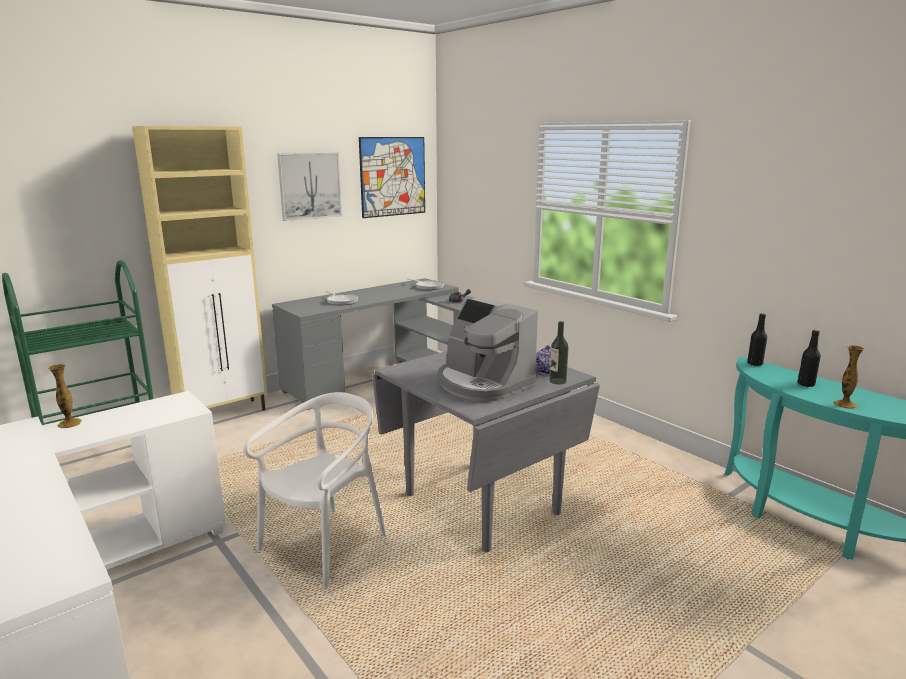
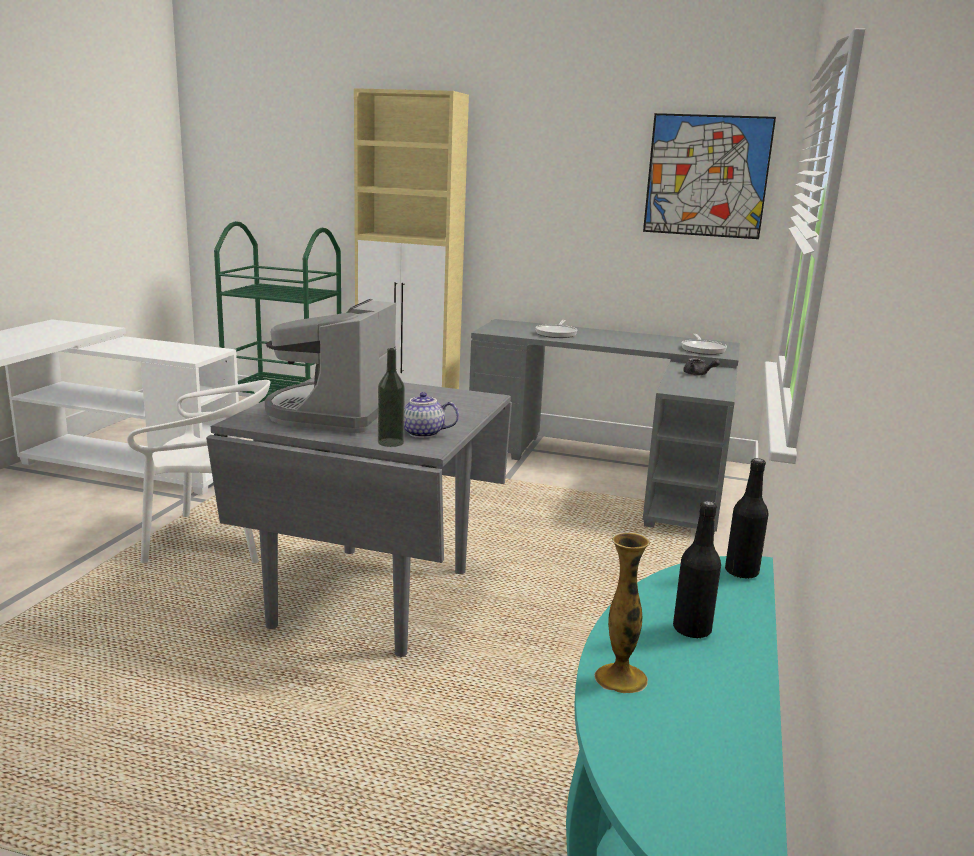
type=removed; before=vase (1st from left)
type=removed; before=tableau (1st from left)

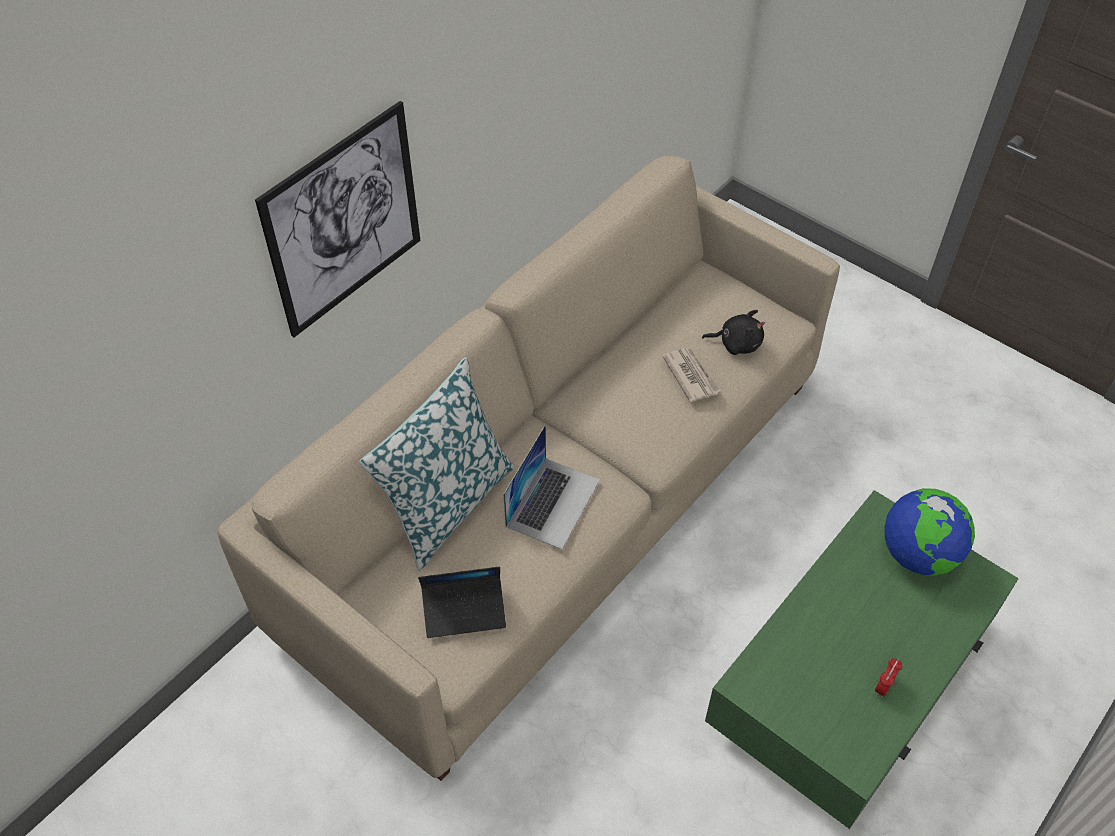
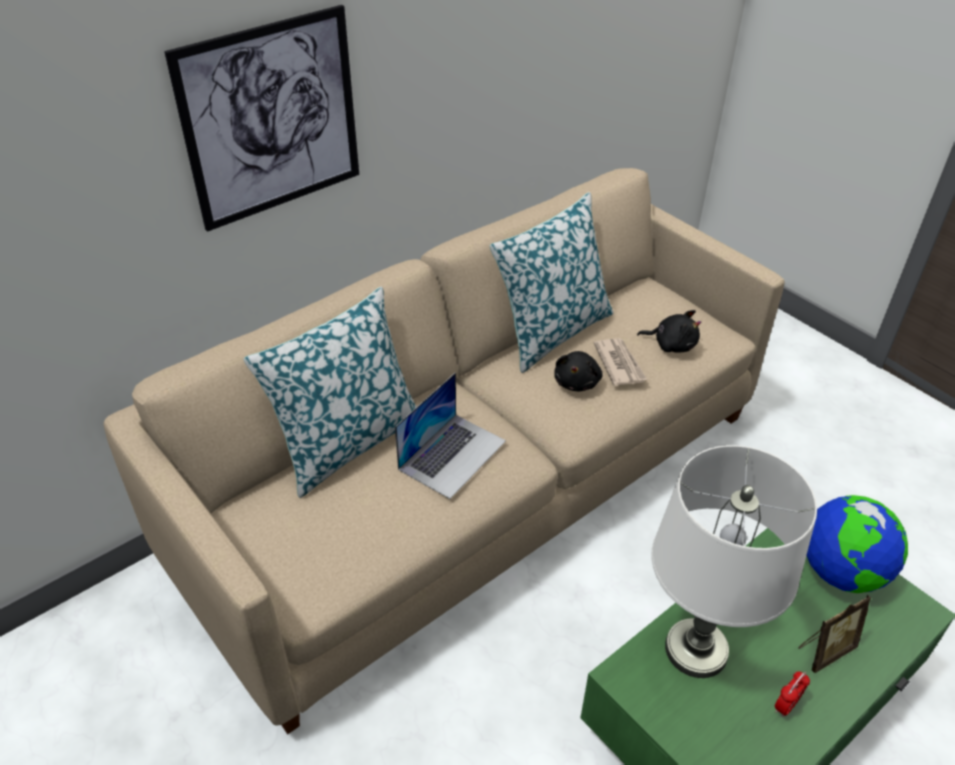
type=removed; before=ordinateur portable (1st from left)
type=added; after=coussin (2nd from left)
type=added; after=peluche (noir) (1st from left)
type=added; after=lampe de table (blanc)
type=added; after=cadre photo

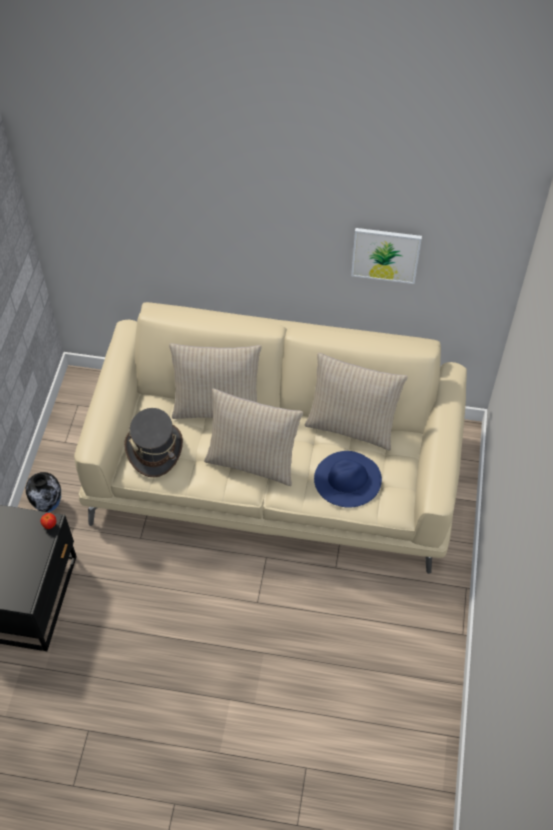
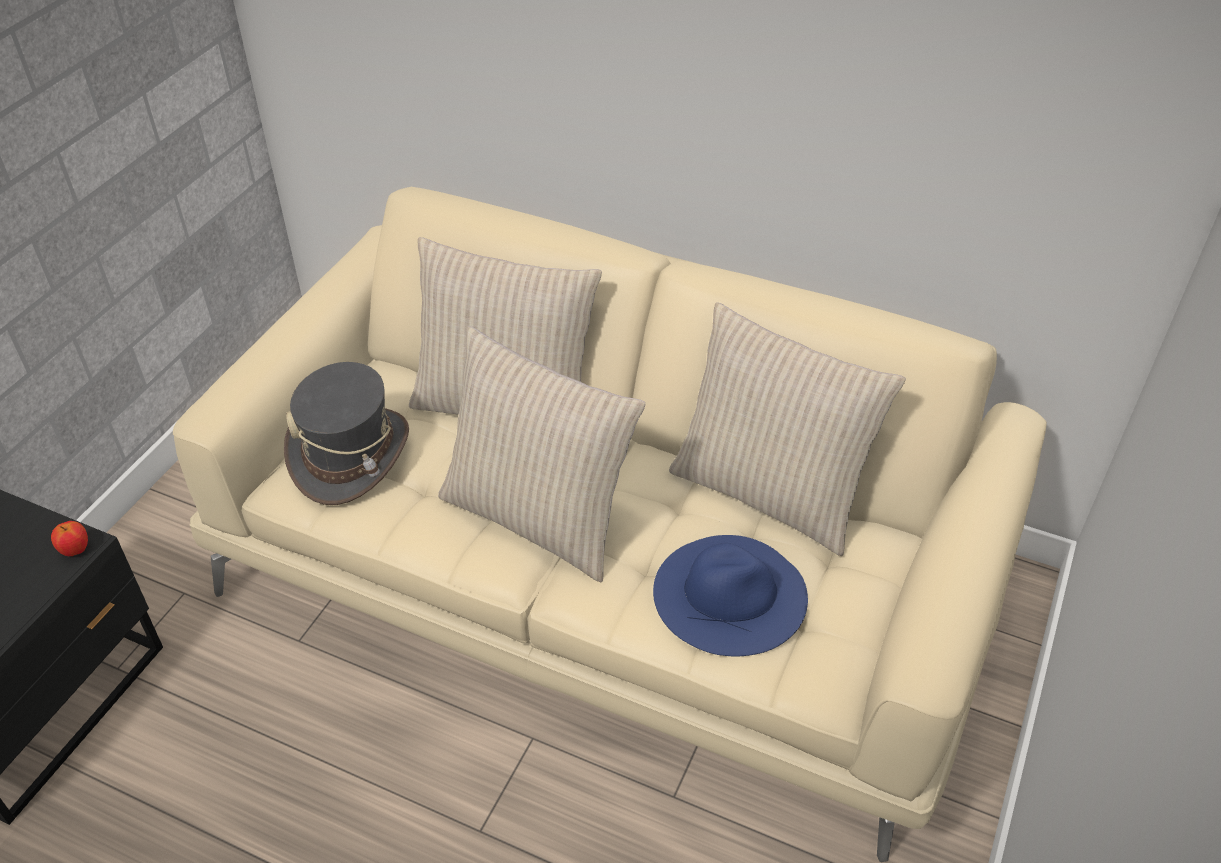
type=removed; before=vase
type=removed; before=tableau

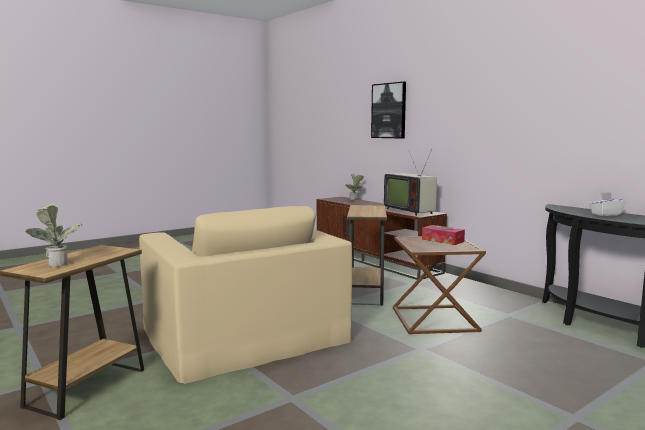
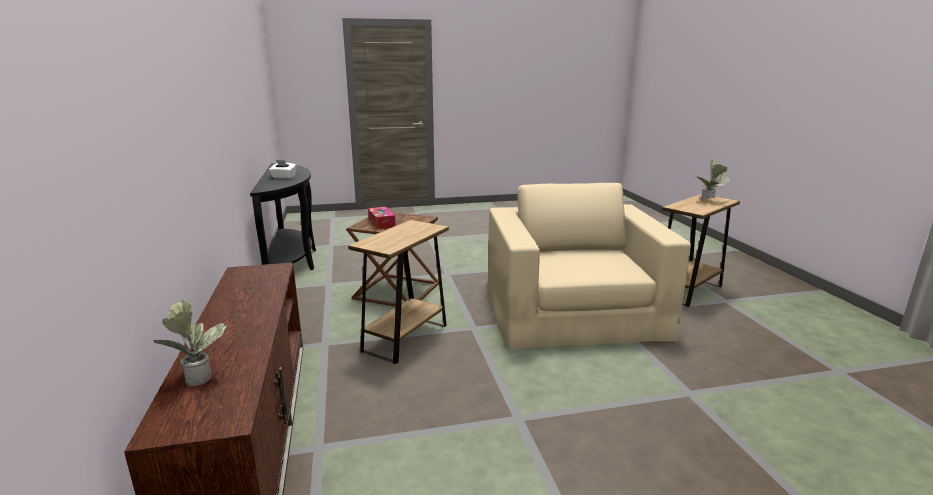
type=removed; before=tableau
type=removed; before=téléviseur

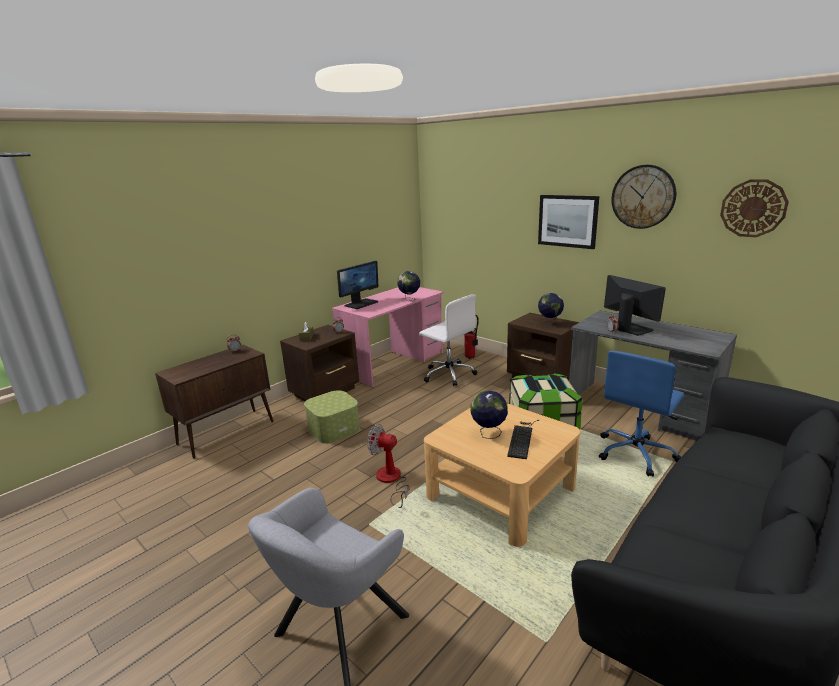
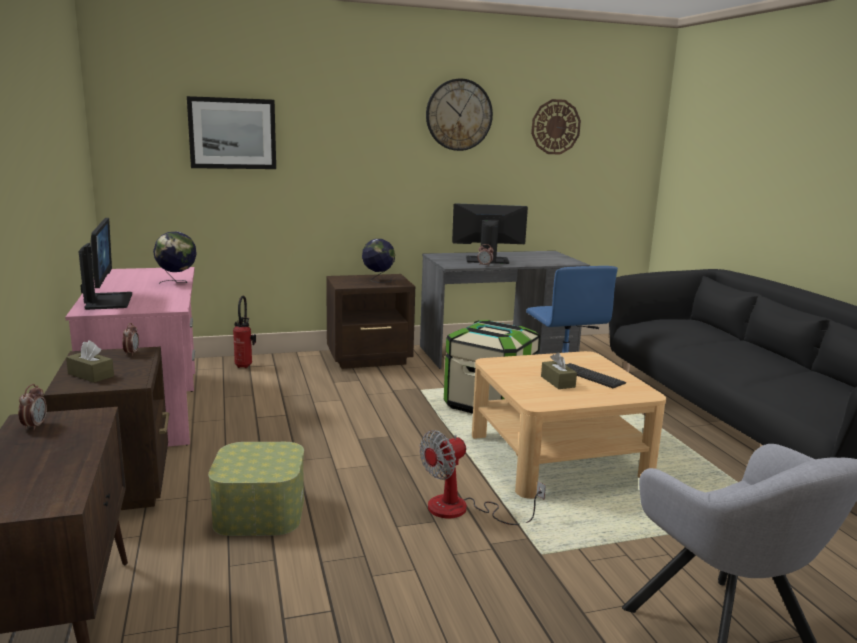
type=removed; before=chaise de bureau (blanc)
type=replaced; before=globe (2nd from left); after=boîte à mouchoirs (marron) (2nd from left)
type=moved; before=tableau

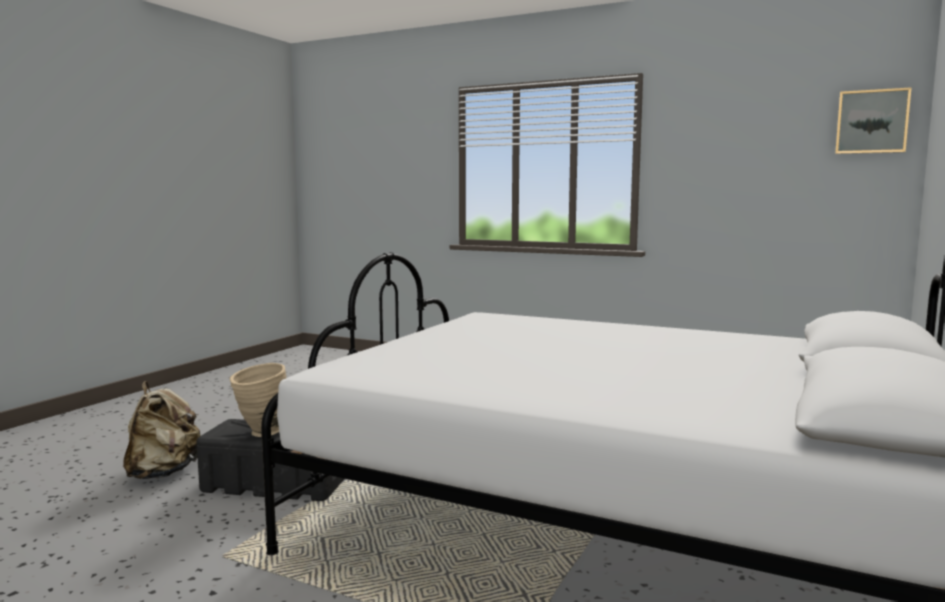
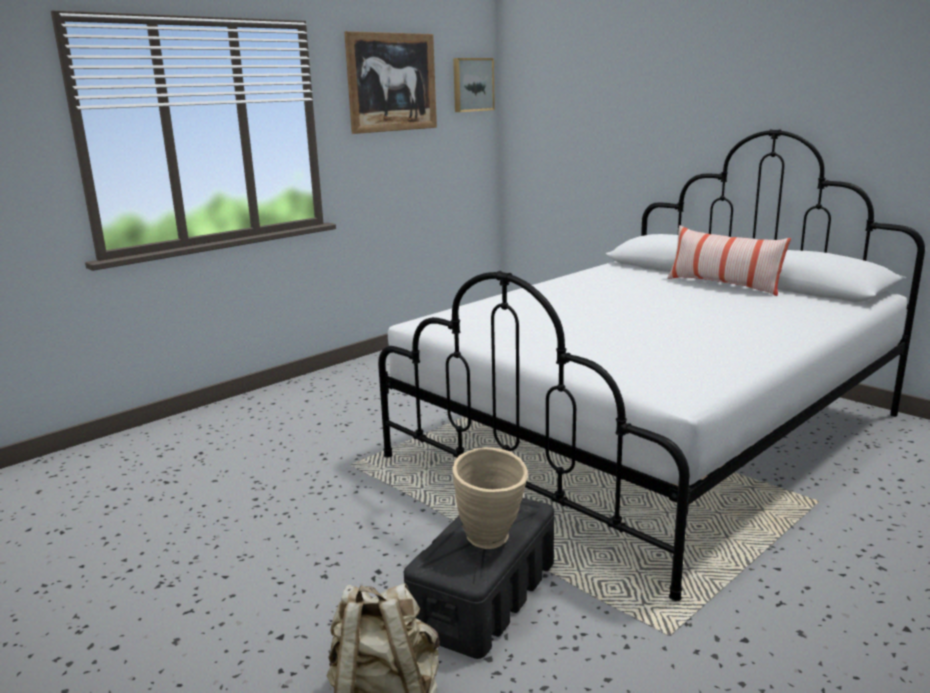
type=added; after=tableau (1st from left)
type=added; after=coussin

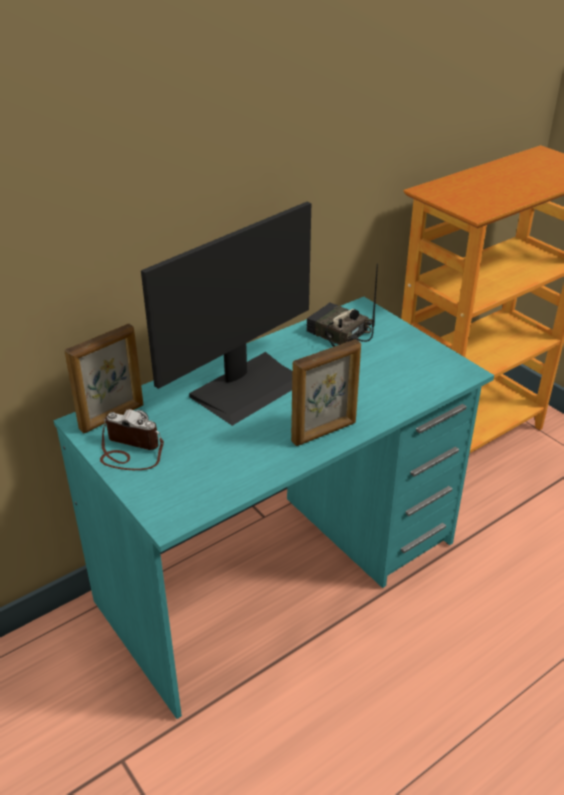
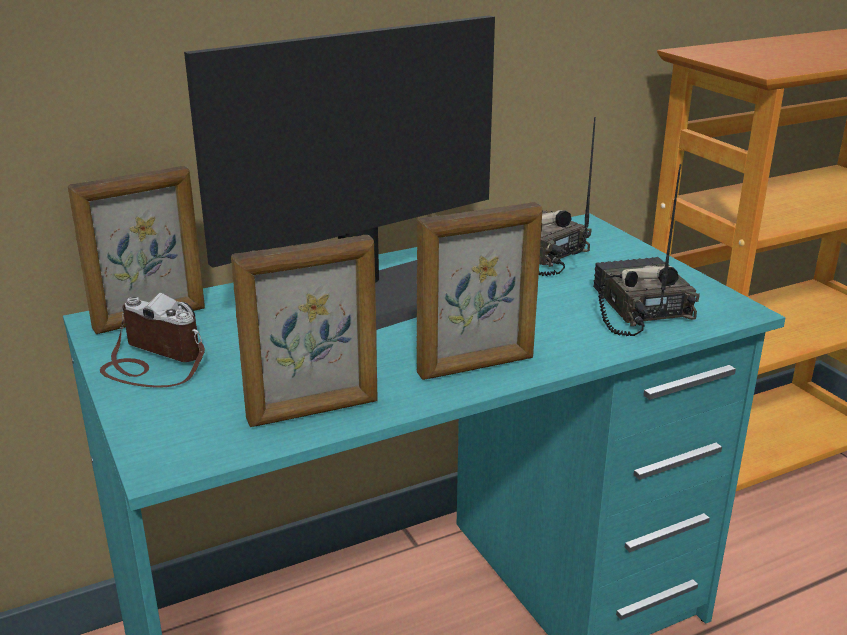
type=added; after=cadre photo (2nd from left)
type=added; after=radio (2nd from left)

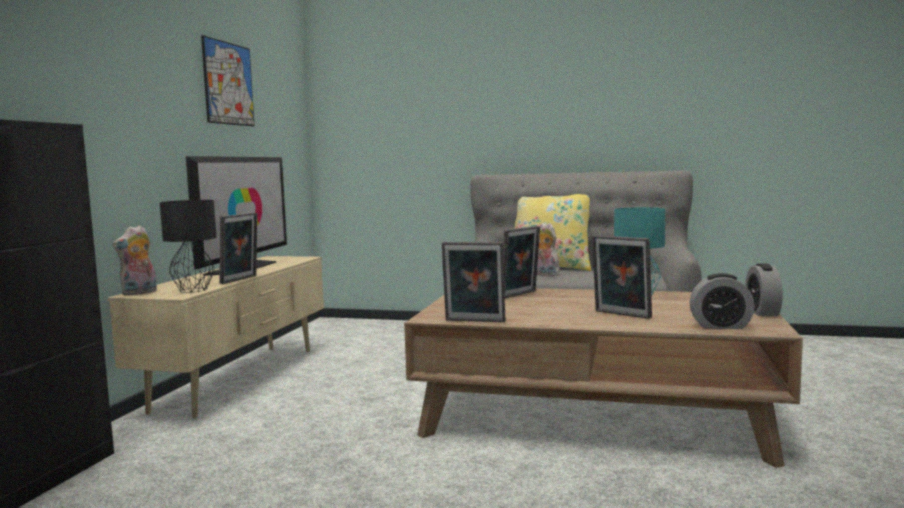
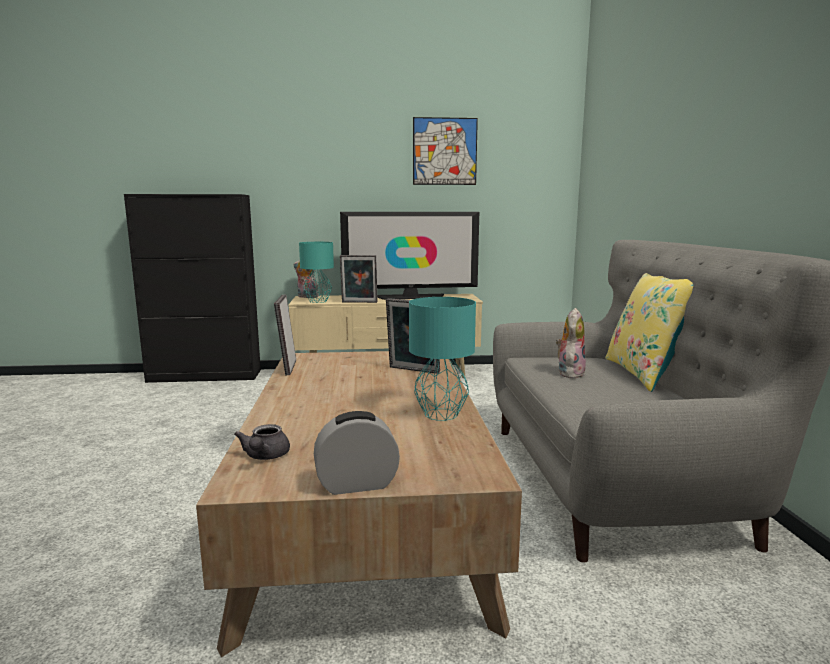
type=recoloured; before=lampe de table (noir); after=lampe de table (turquoise) (1st from left)
type=removed; before=cadre photo (4th from left)
type=replaced; before=réveil (1st from left); after=théière (gris)

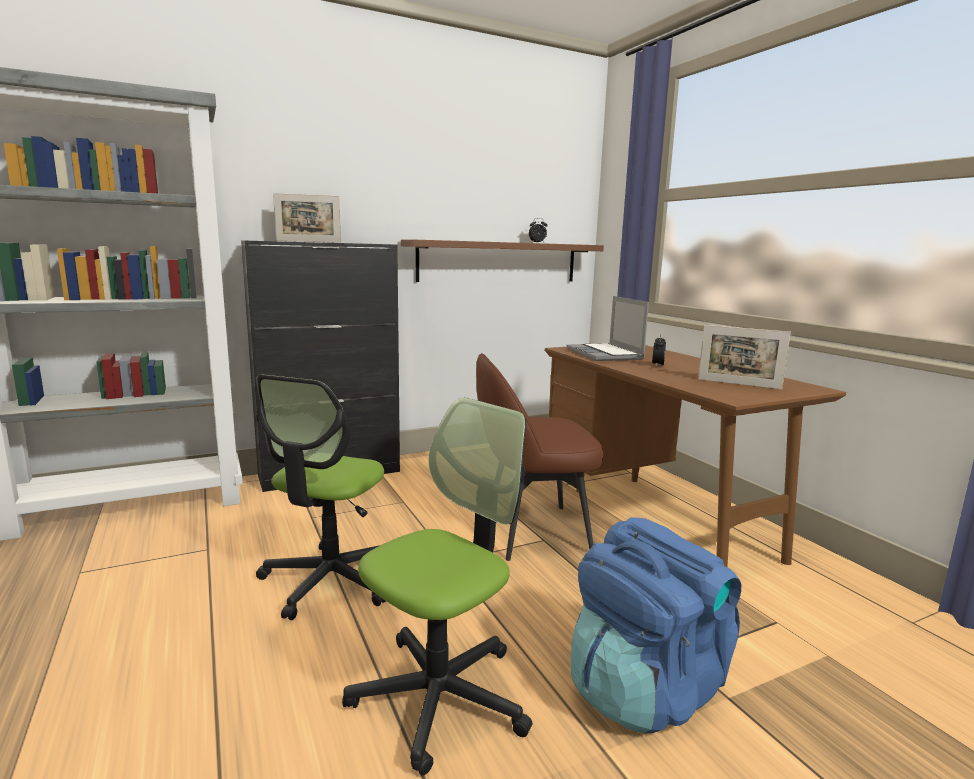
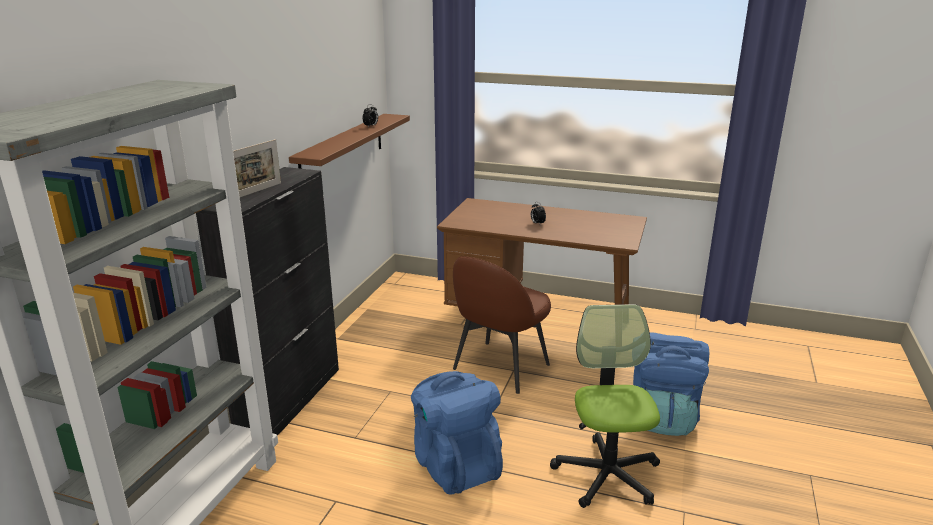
type=replaced; before=chaise de bureau (1st from left); after=sac à dos (bleu) (1st from left)
type=removed; before=ordinateur portable
type=removed; before=cadre photo (2nd from left)

